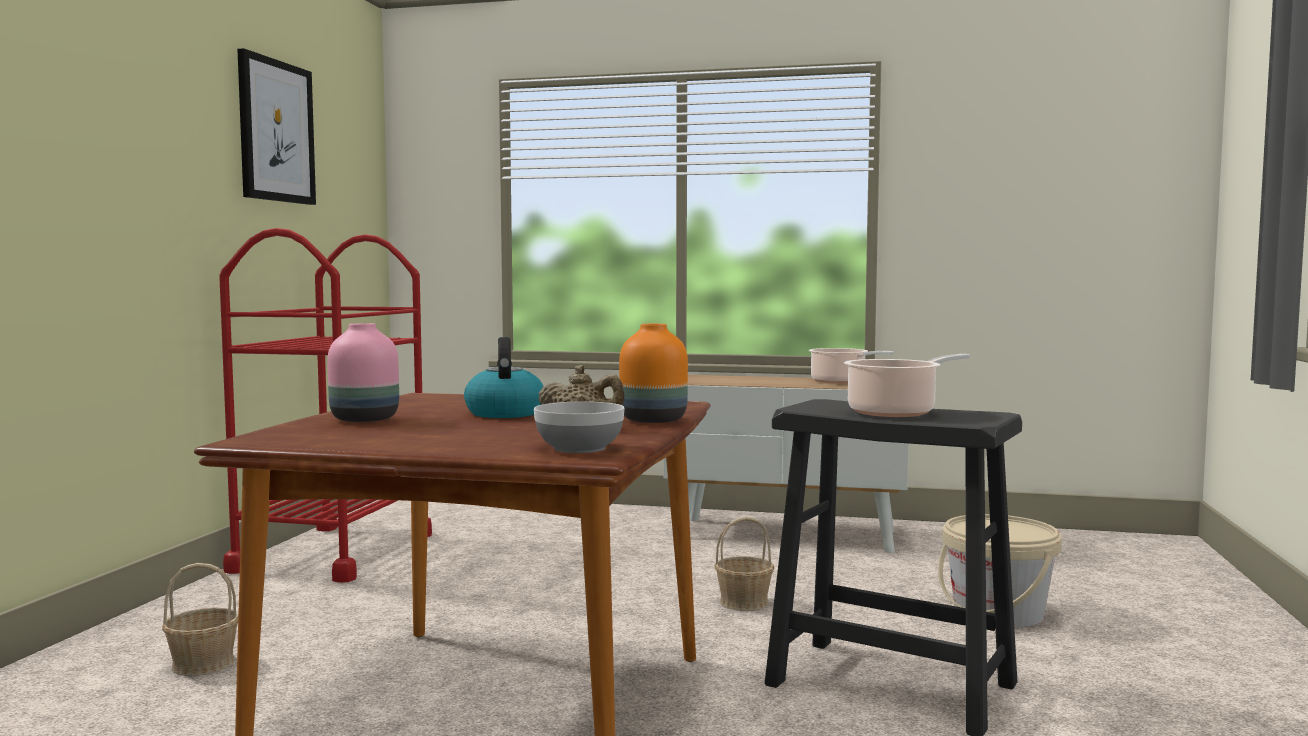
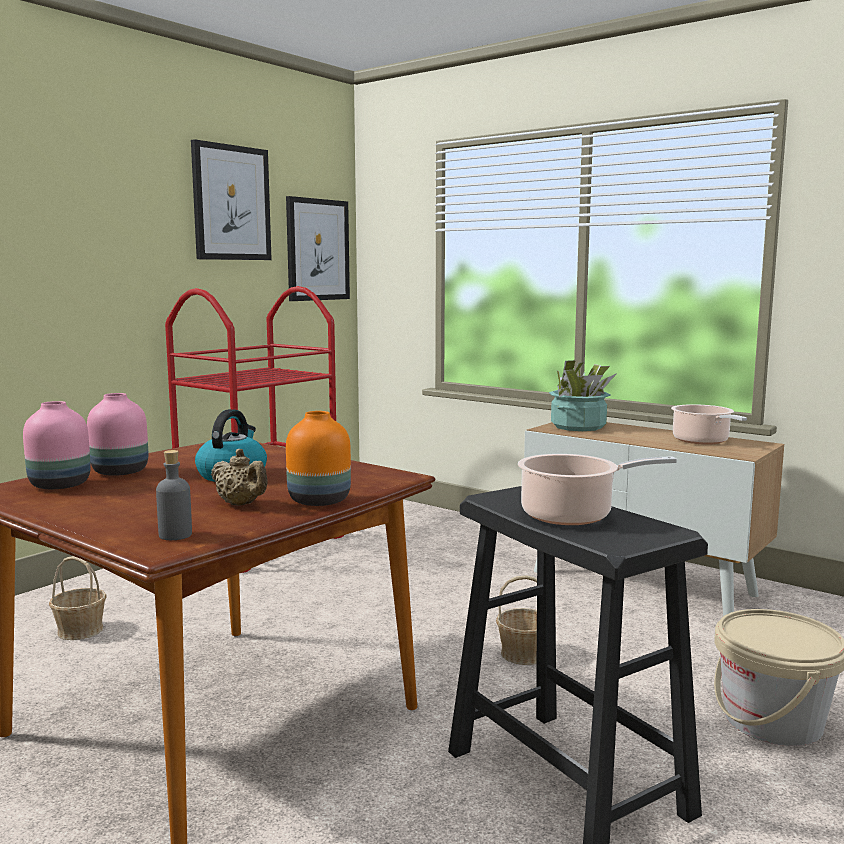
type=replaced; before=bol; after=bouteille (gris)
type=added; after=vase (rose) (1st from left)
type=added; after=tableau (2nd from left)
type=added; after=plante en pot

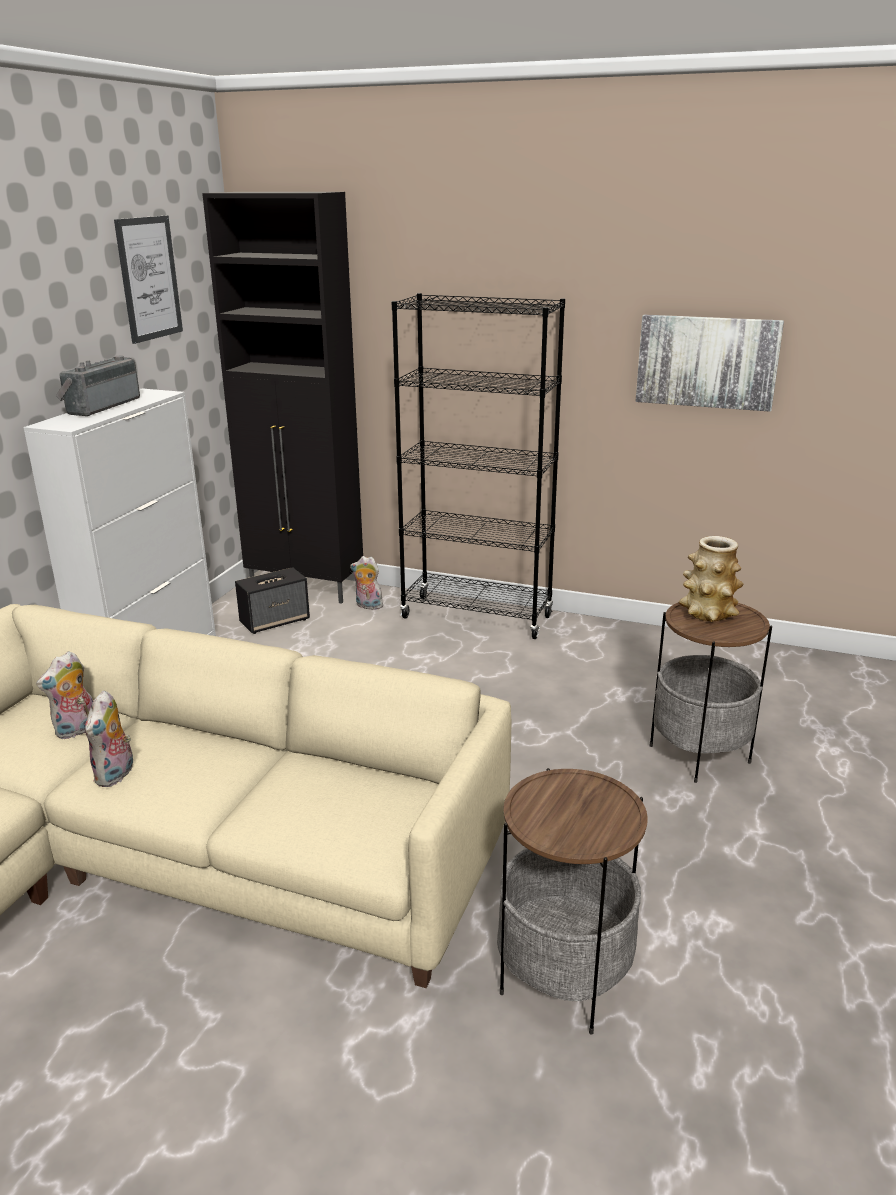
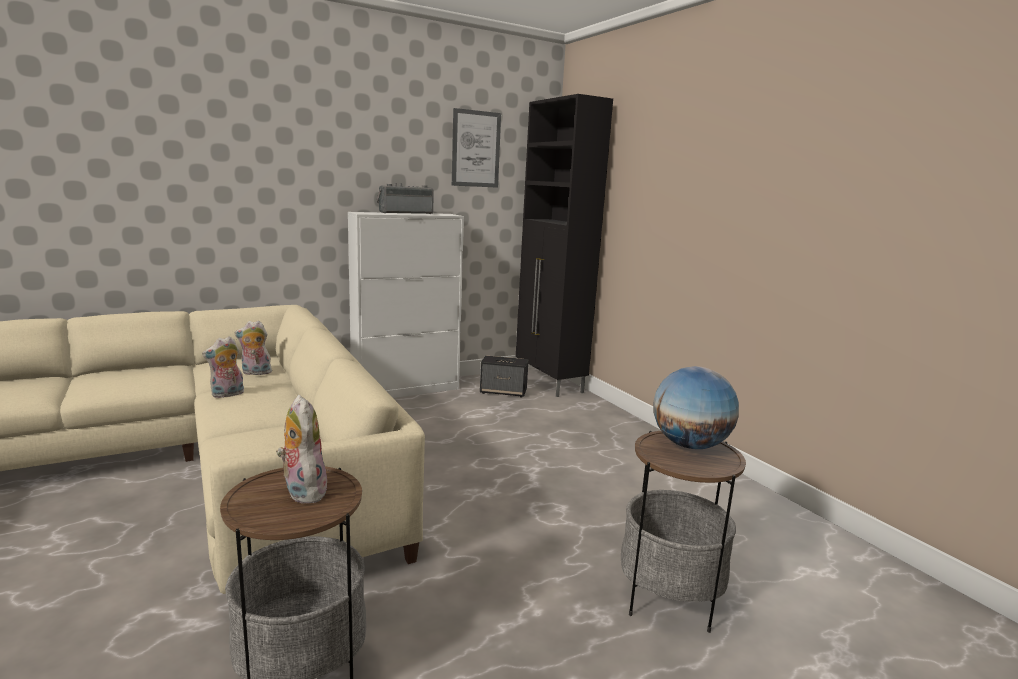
type=moved; before=peluche (3rd from left)
type=removed; before=bibliothèque (noir)
type=removed; before=tableau (2nd from left)
type=replaced; before=vase; after=globe

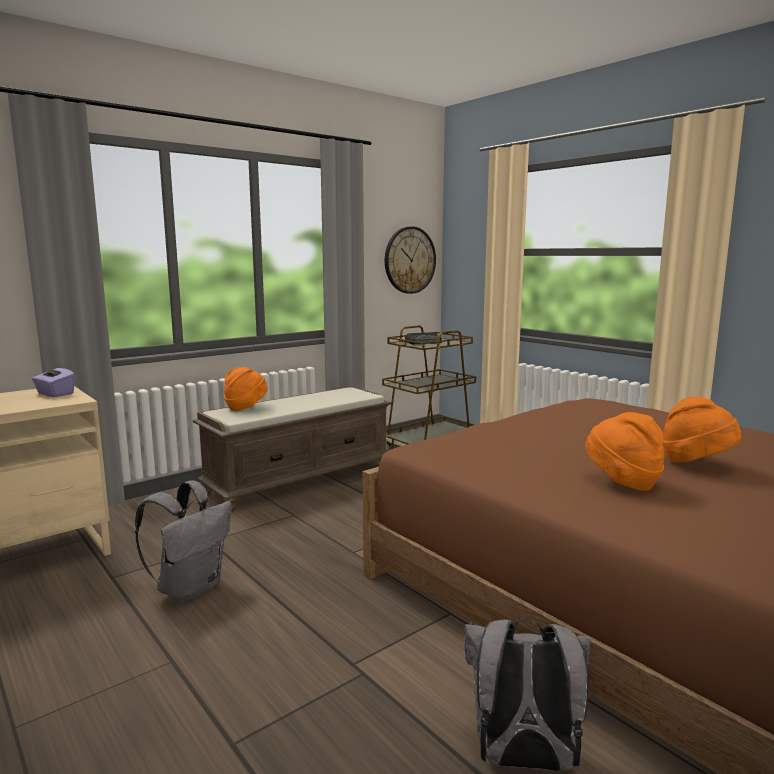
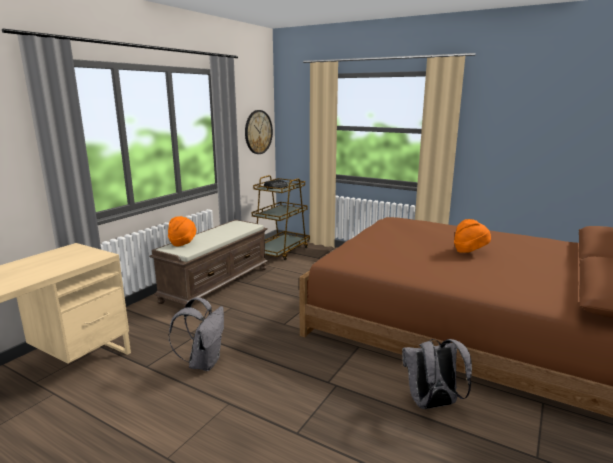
type=removed; before=boîte à mouchoirs (violet)
type=removed; before=chapeau (orange) (2nd from left)

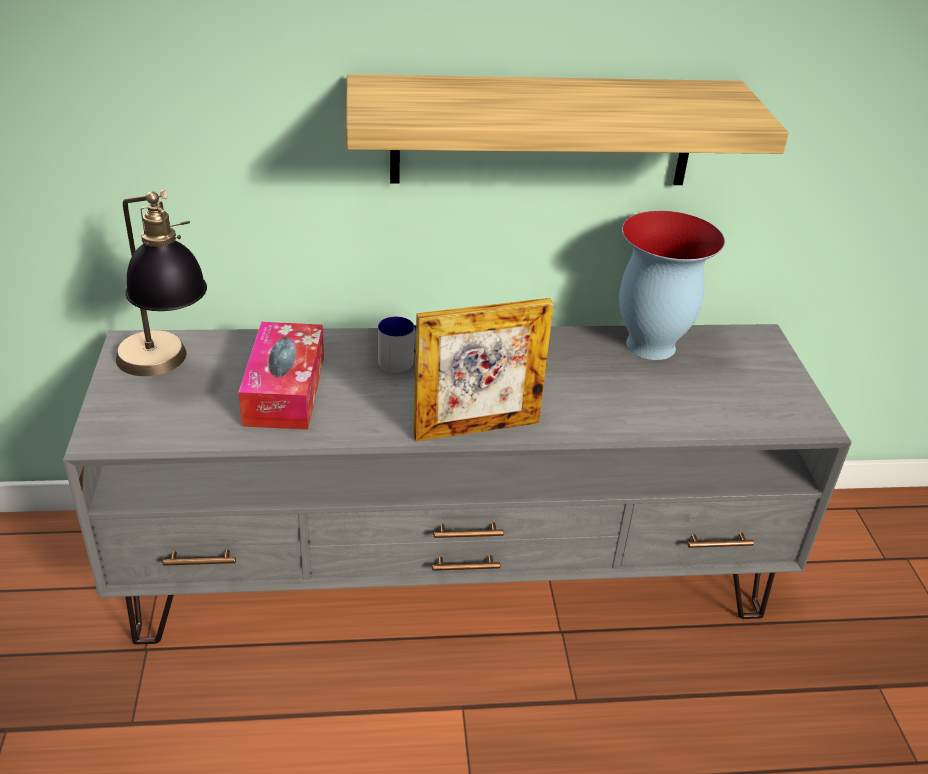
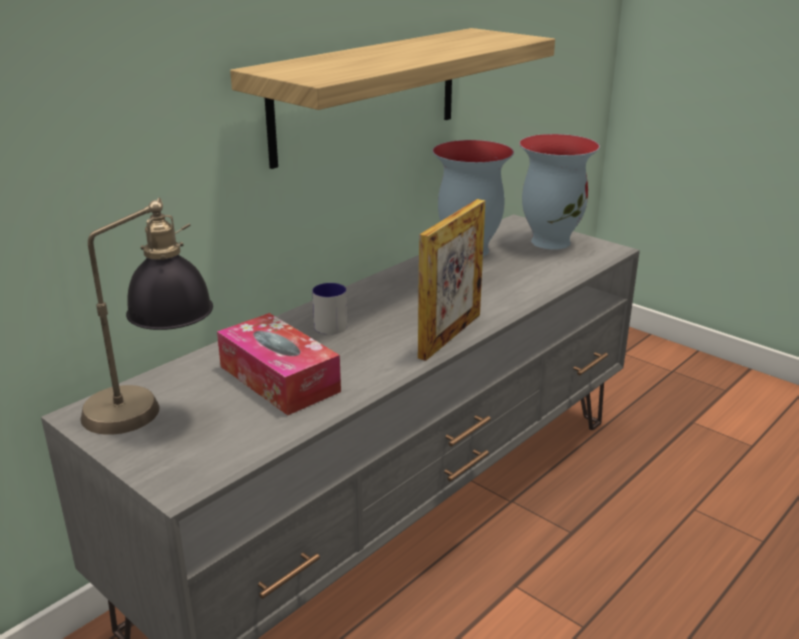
type=added; after=vase (2nd from left)

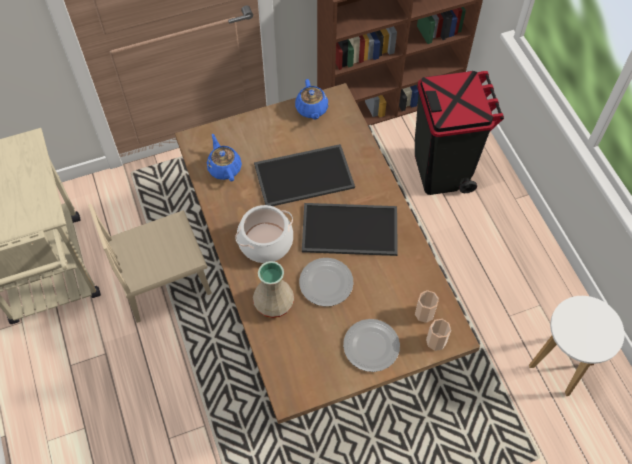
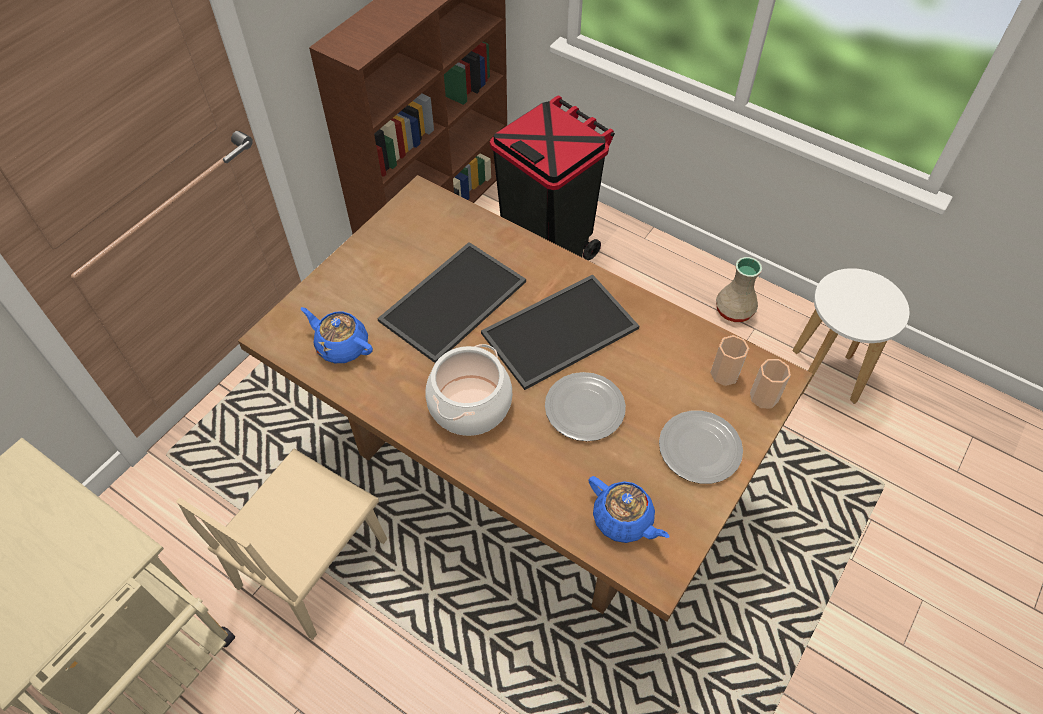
type=moved; before=vase (beige)
type=moved; before=théière (bleu) (2nd from left)

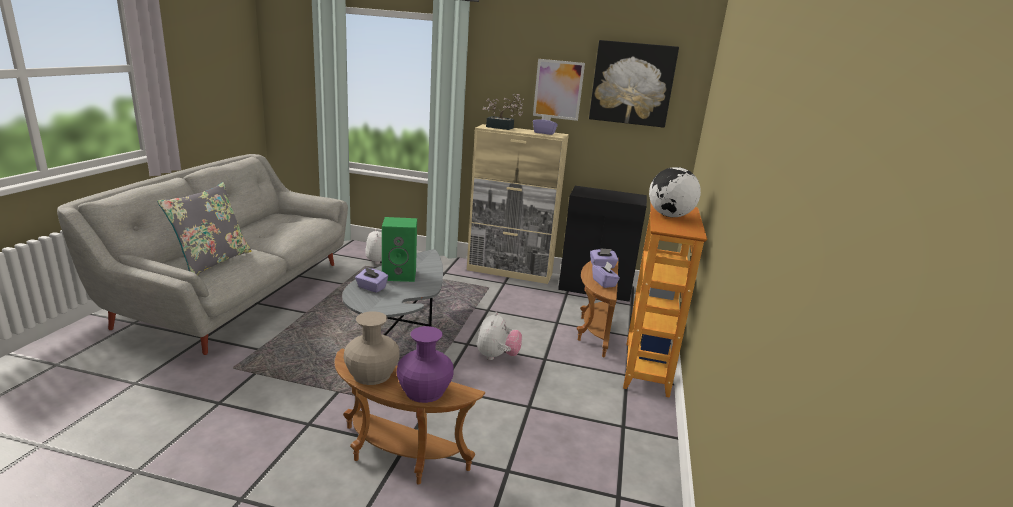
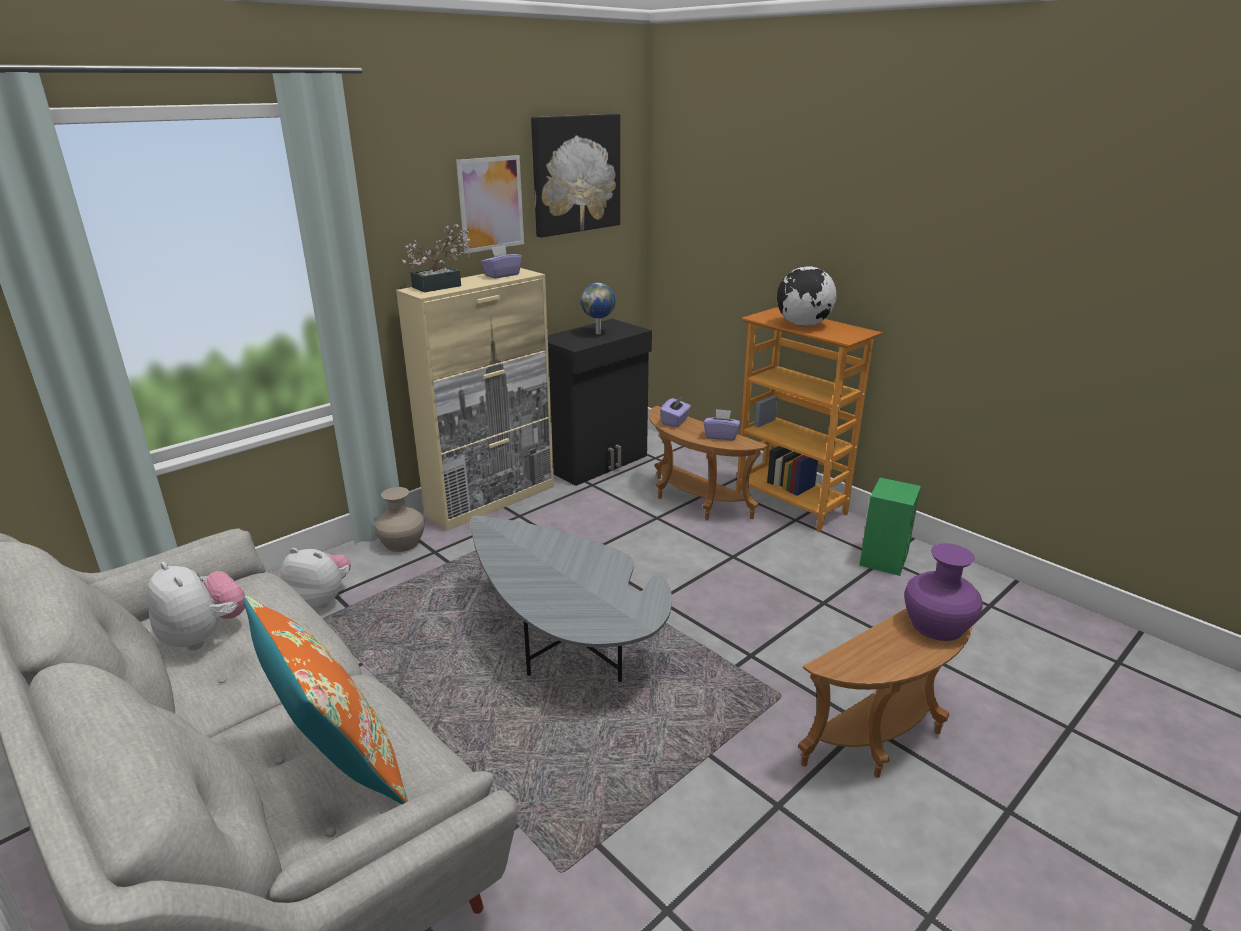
type=recoloured; before=coussin (gris); after=coussin (orange)
type=moved; before=vase (beige)
type=removed; before=boîte à mouchoirs (violet) (1st from left)
type=moved; before=enceinte (vert)
type=moved; before=peluche (2nd from left in the first image); after=peluche (1st from left)
type=added; after=globe (1st from left)

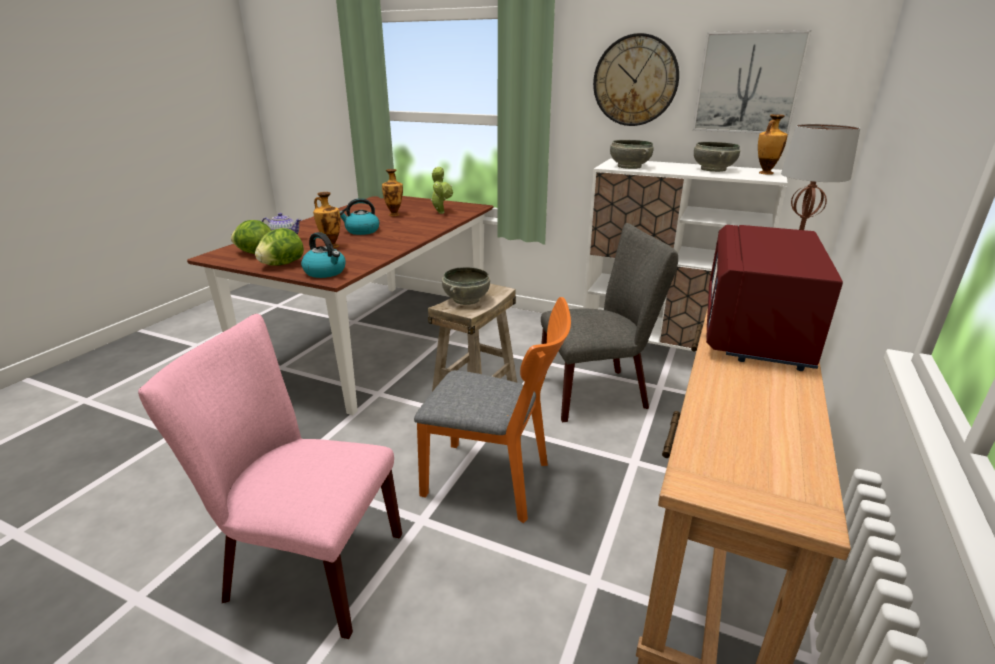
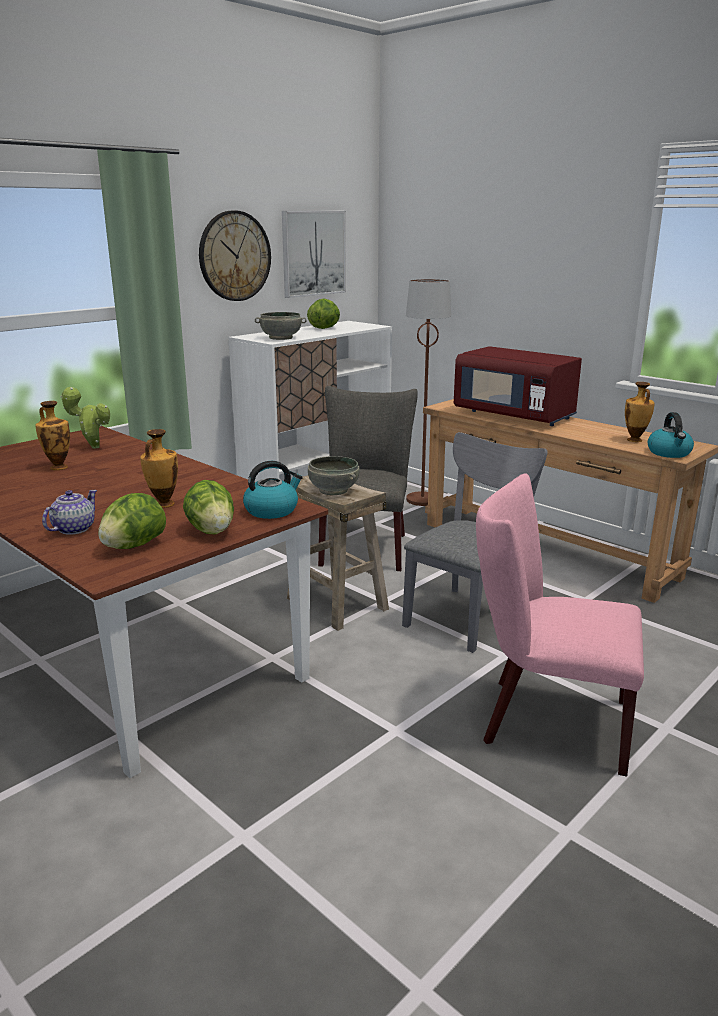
type=turned; before=chaise (rose); turn=75
type=moved; before=bouilloire (2nd from left)
type=recoloured; before=chaise (orange); after=chaise (gris) (2nd from left)
type=replaced; before=bol (gris) (3rd from left); after=laitue (3rd from left)
type=moved; before=vase (3rd from left)

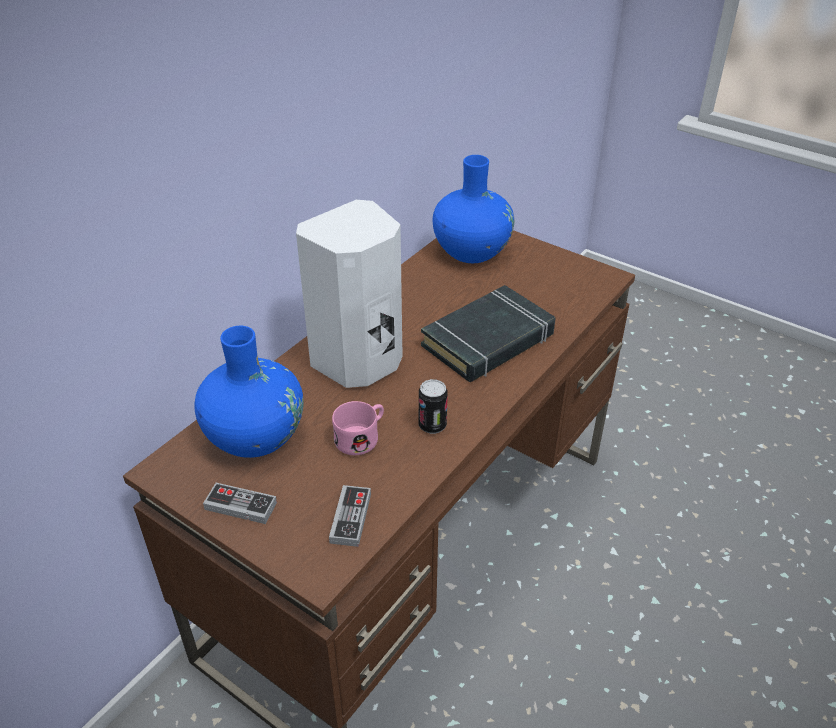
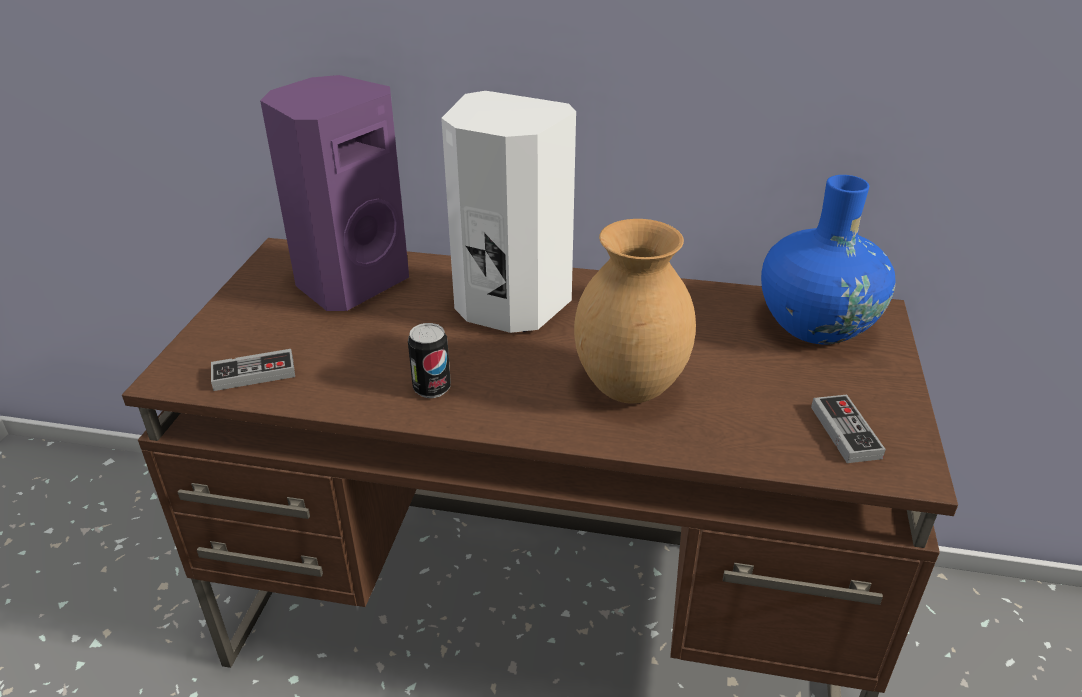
type=replaced; before=vase (bleu) (1st from left); after=enceinte (violet)
type=moved; before=manette (1st from left in the first image); after=manette (2nd from left)
type=removed; before=mug (rose)
type=replaced; before=livre (noir); after=vase (marron)

